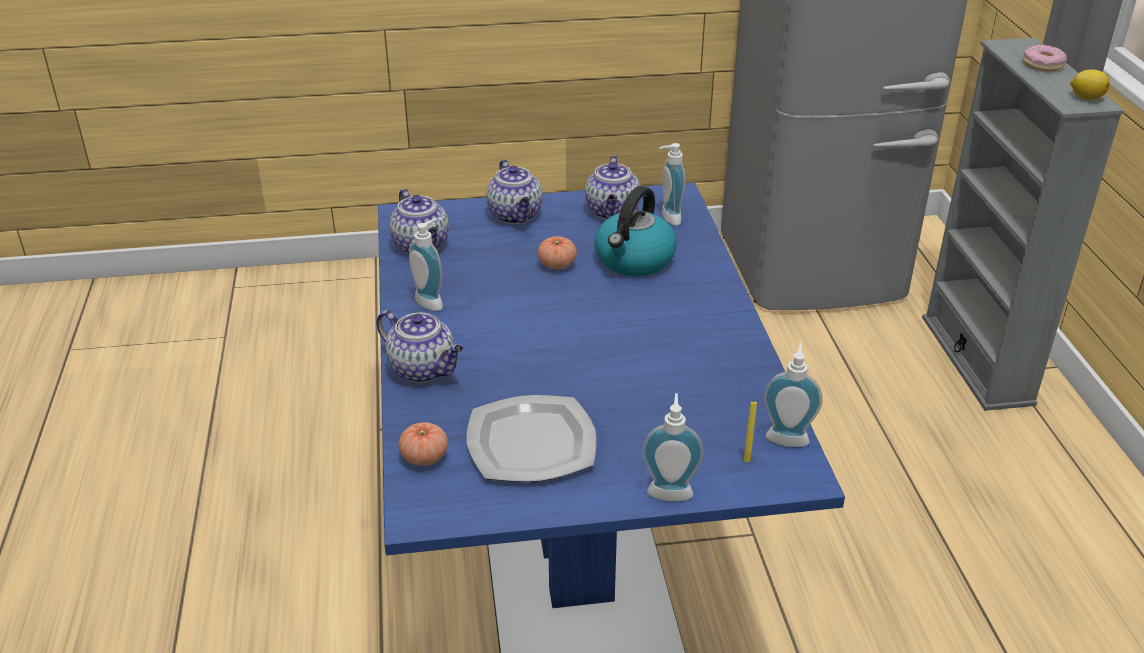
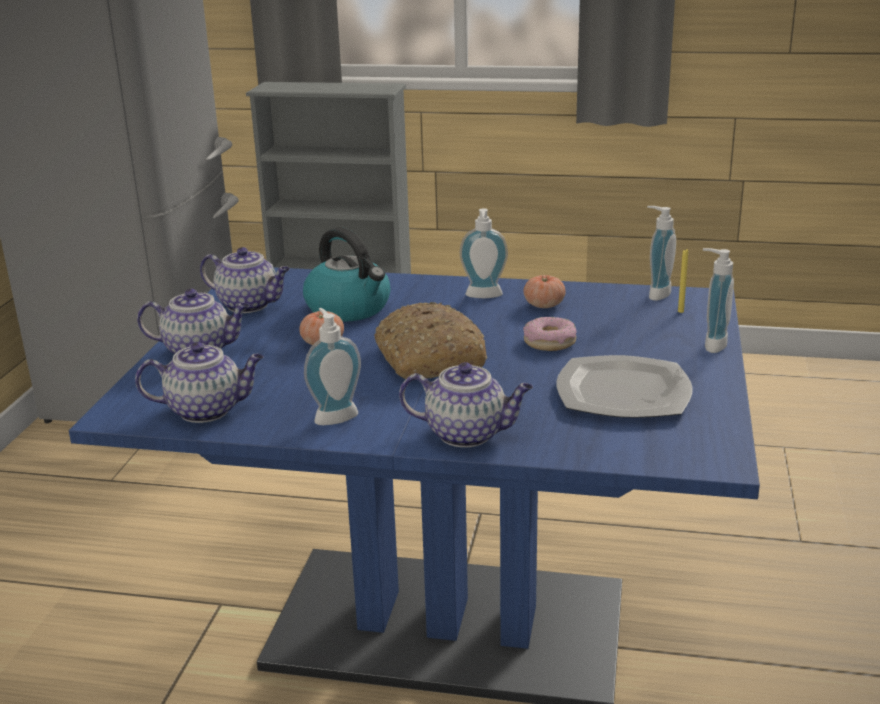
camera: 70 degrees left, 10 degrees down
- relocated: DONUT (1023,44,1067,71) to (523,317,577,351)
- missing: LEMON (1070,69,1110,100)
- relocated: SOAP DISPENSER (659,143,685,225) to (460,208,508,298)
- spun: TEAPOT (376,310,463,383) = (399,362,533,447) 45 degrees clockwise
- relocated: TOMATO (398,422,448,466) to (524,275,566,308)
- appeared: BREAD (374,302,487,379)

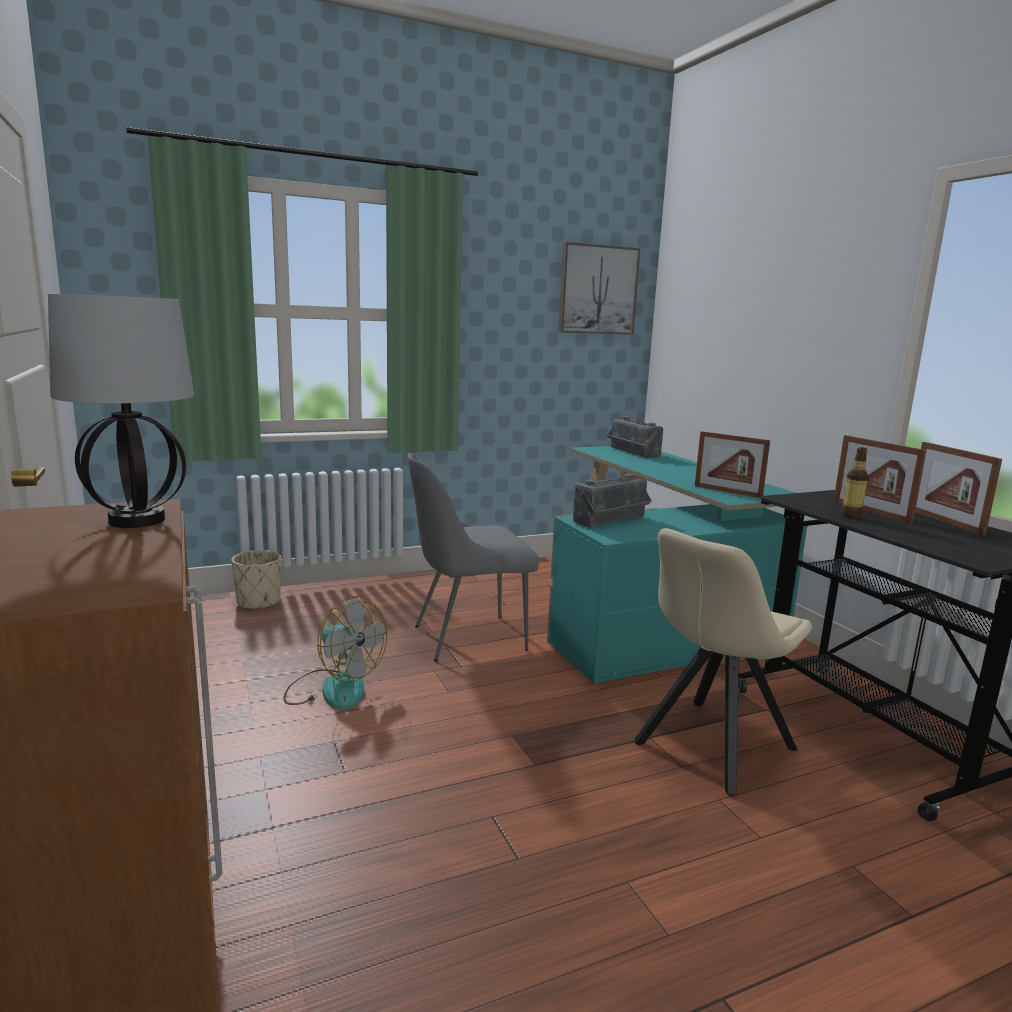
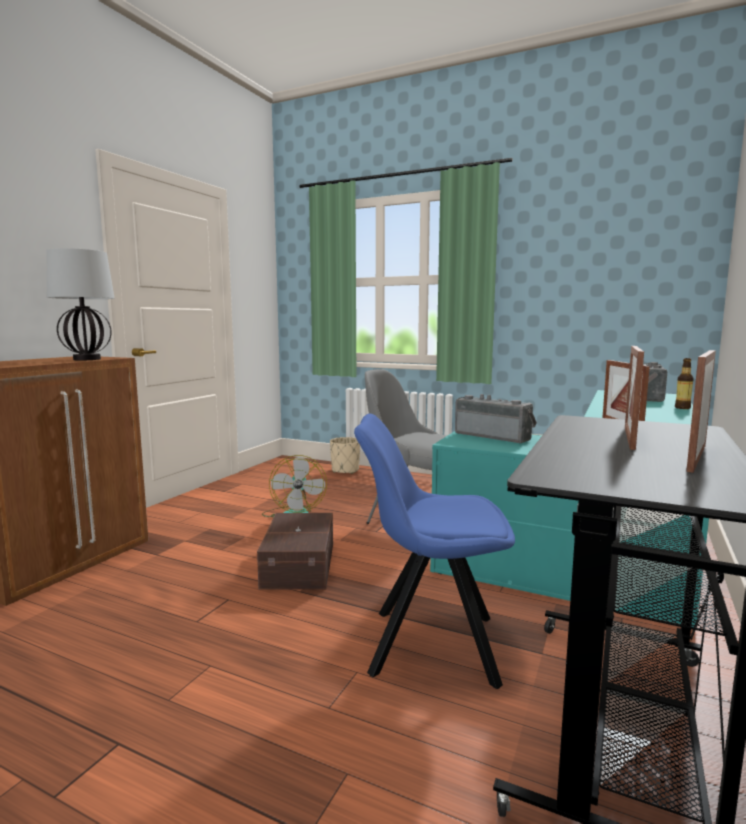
camera: 50 degrees right, 5 degrees down
- missing: PICTURE (559,242,640,335)
- relocated: BOTTLE (841,447,868,519) to (675,358,694,409)
- spun: RADIO (573,474,652,527) = (455,394,537,444) 150 degrees counterclockwise
- colour: BEIGE CHAIR (634,528,812,796) to BLUE CHAIR (354,414,515,689)
- appeared: BROWN STORAGE BOX (257,513,333,590)

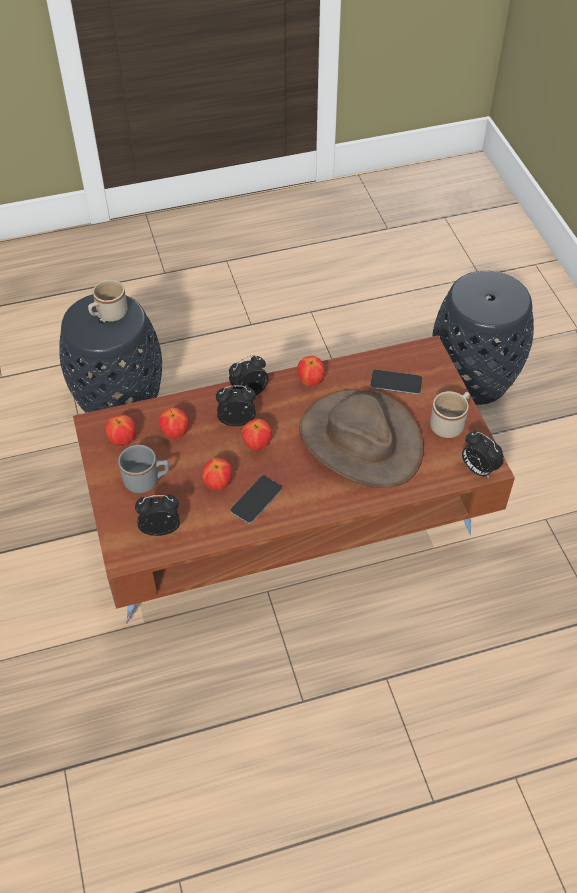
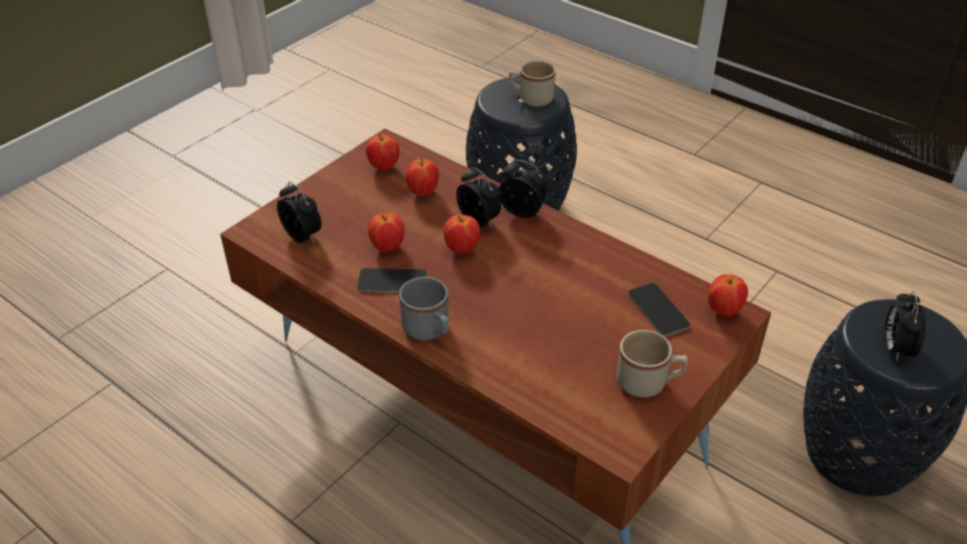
camera: 55 degrees right, 10 degrees down
- relocated: APPLE (297,356,325,386) to (708,274,748,317)
- missing: BROWN HAT (299,389,424,488)
- relocated: ALARM CLOCK (462,431,504,478) to (884,291,926,362)
- relocated: GREY MUG (118,445,169,493) to (399,277,449,340)

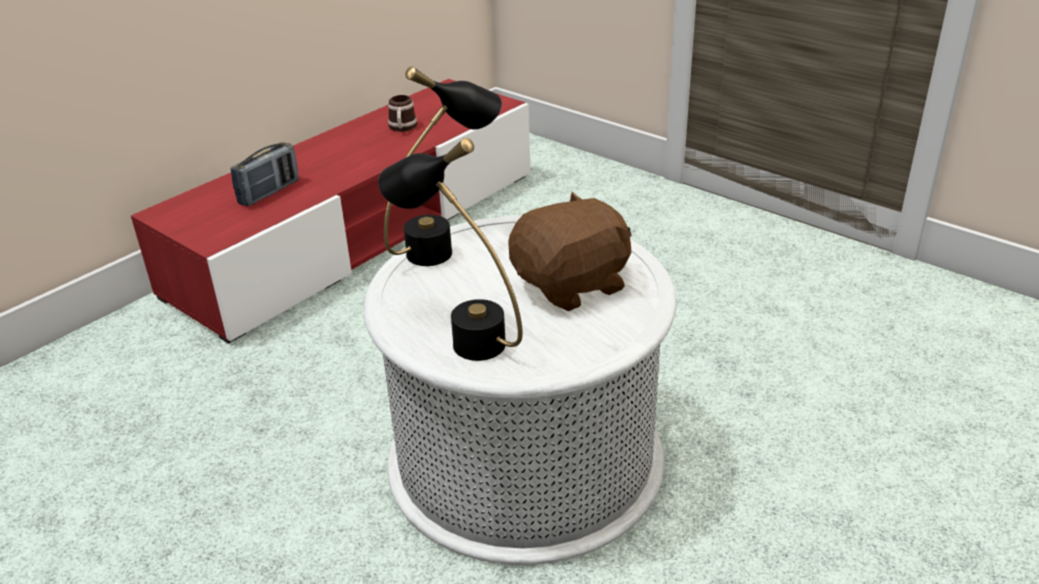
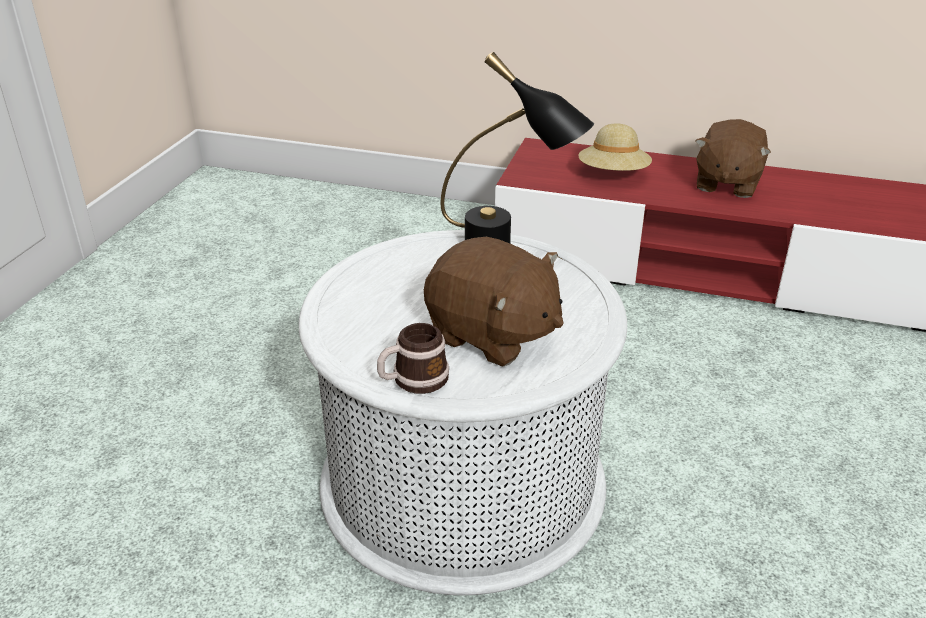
camera: 65 degrees right, 0 degrees up
- relocated: MUG (388,95,417,132) to (377,323,449,394)
- missing: BLACK TABLE LAMP (378,138,523,361)
- exchanged: RADIO (230,142,299,206) to BEIGE HAT (579,123,652,171)
- appeared: BROWN PLUSH TOY (695,119,771,198)

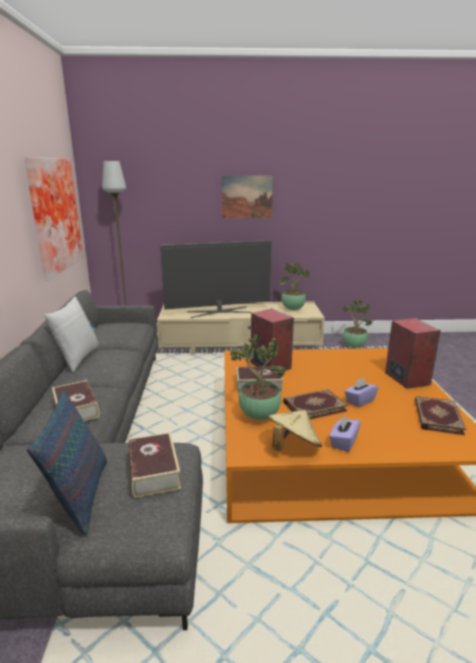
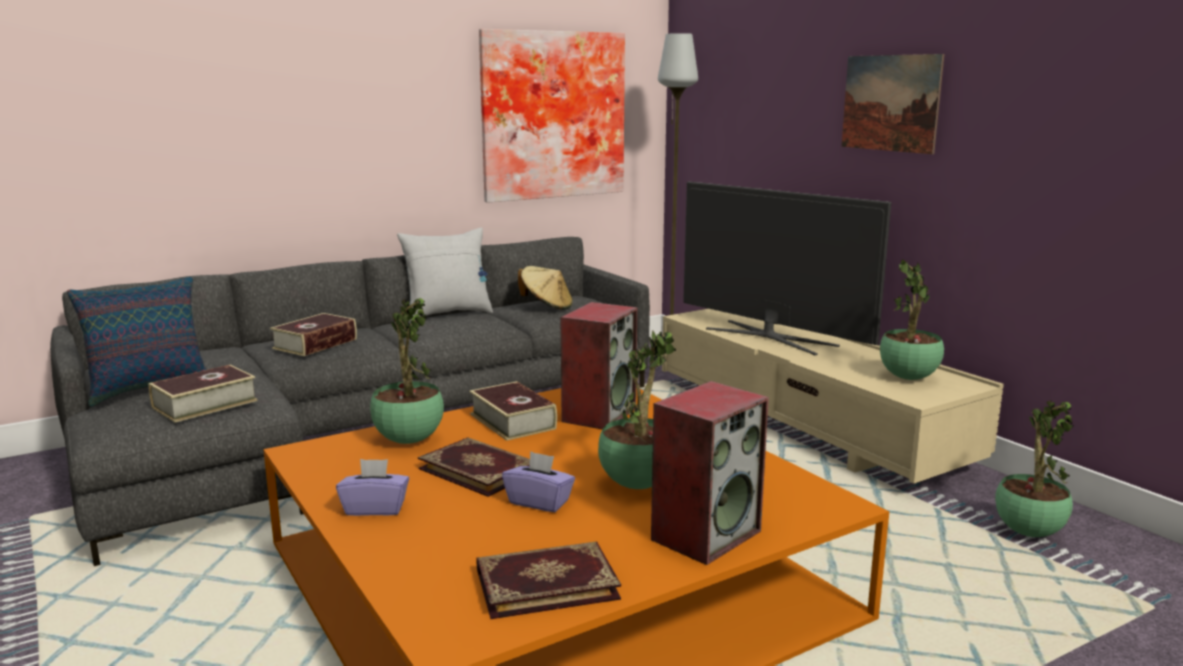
camera: 60 degrees right, 5 degrees down
- relocated: BEIGE HAT (268,410,322,451) to (518,266,573,310)
- appeared: POTTED PLANT (598,331,676,489)

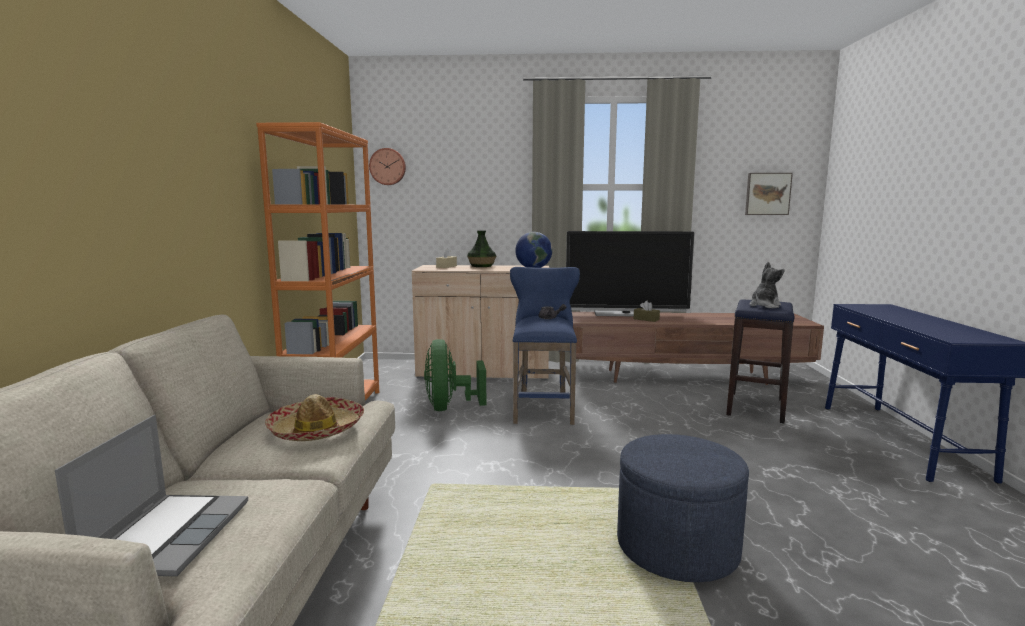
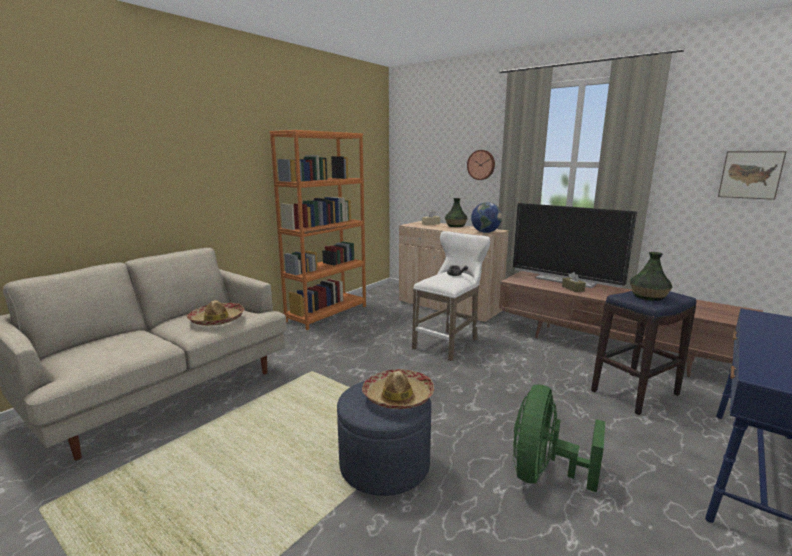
camera: 35 degrees right, 5 degrees up
- relocated: WALL CLOCK (369,148,406,185) to (467,150,495,180)
- exchanged: PLUSH TOY (750,262,785,308) to VASE (630,252,673,301)
- colour: BLUE STOOL (510,267,580,425) to WHITE STOOL (412,231,490,361)
- relocated: GREEN FAN (424,339,486,411) to (513,385,605,492)
- missing: LAPTOP (55,415,248,576)
- appeared: HAT (362,369,434,409)

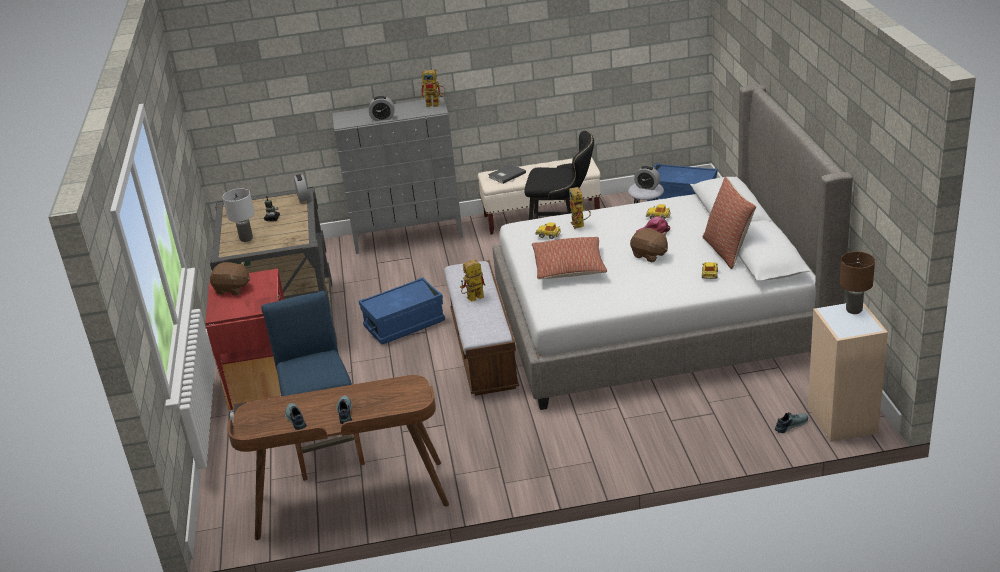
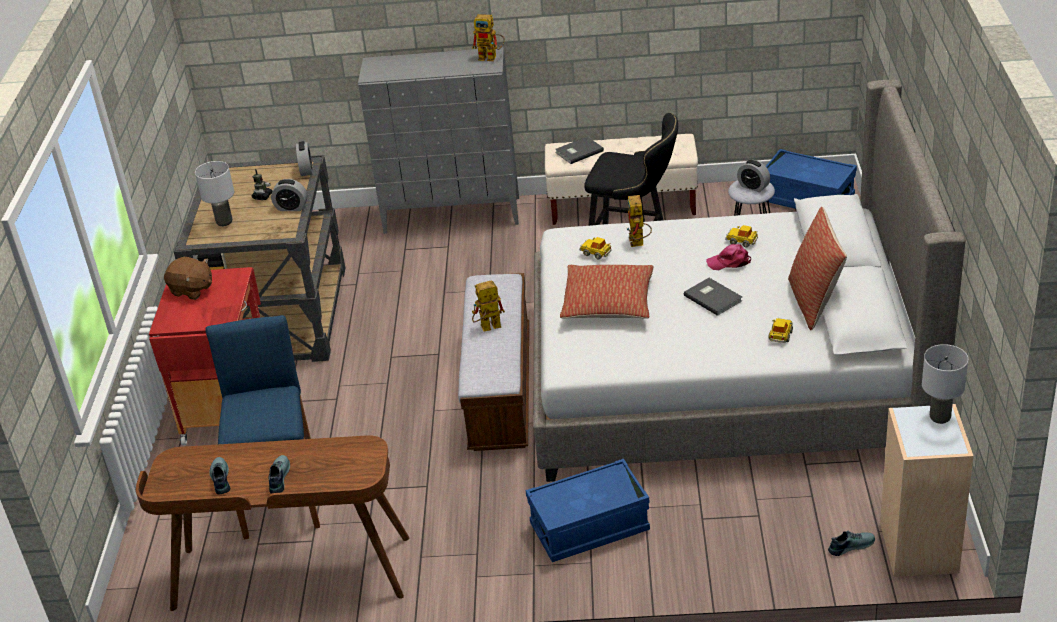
camera: 10 degrees right, 5 degrees up
- relocated: ALARM CLOCK (369,96,394,121) to (271,179,308,211)
- exchanged: BROWN PLUSH TOY (630,228,668,262) to GREY BOOK (684,278,742,316)
- colour: BROWN TABLE LAMP (840,251,875,314) to WHITE TABLE LAMP (922,344,968,424)
- relocated: BLUE STORAGE BOX (359,277,445,345) to (526,459,650,562)

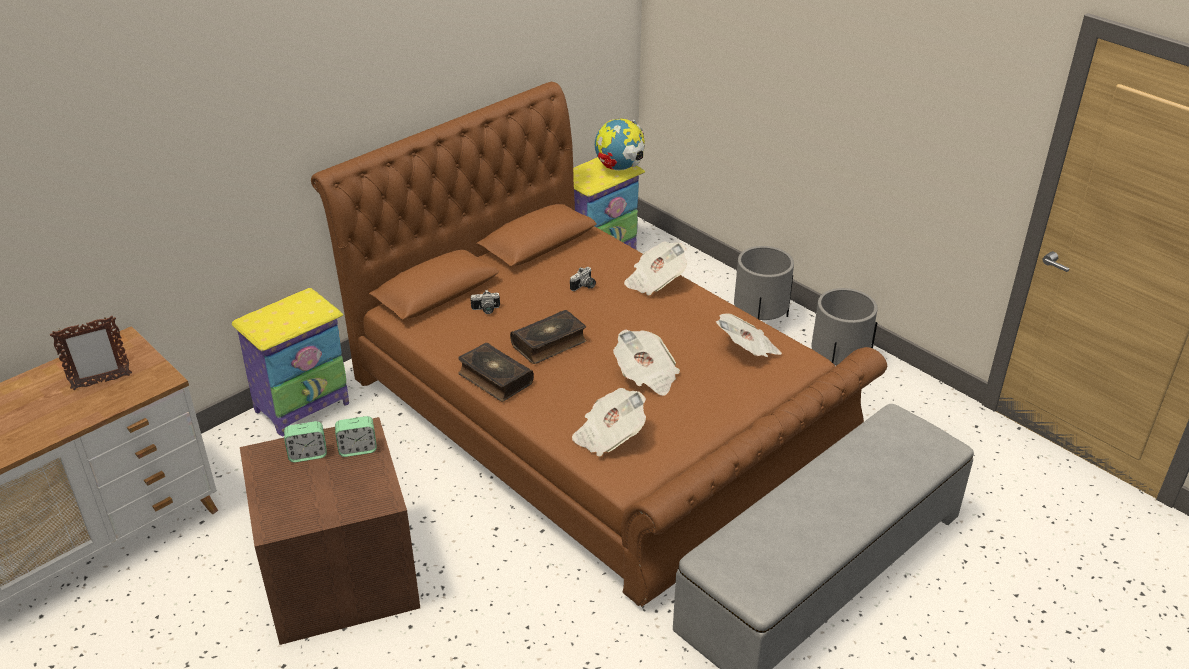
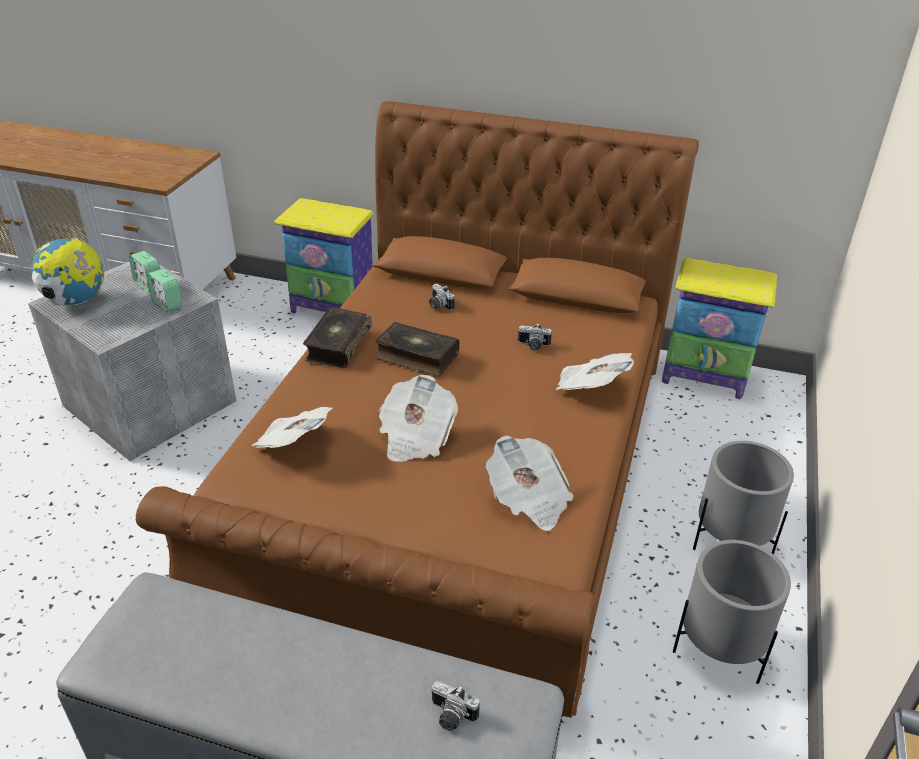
camera: 60 degrees right, 0 degrees up
- relocated: GLOBE (595,119,645,171) to (31,238,104,306)
- missing: PICTURE FRAME (50,316,132,390)
- colour: BROWN STORAGE BOX (240,417,420,645) to GREY STORAGE BOX (28,262,236,461)
- appeared: PHOTO CAMERA (431,681,480,731)

